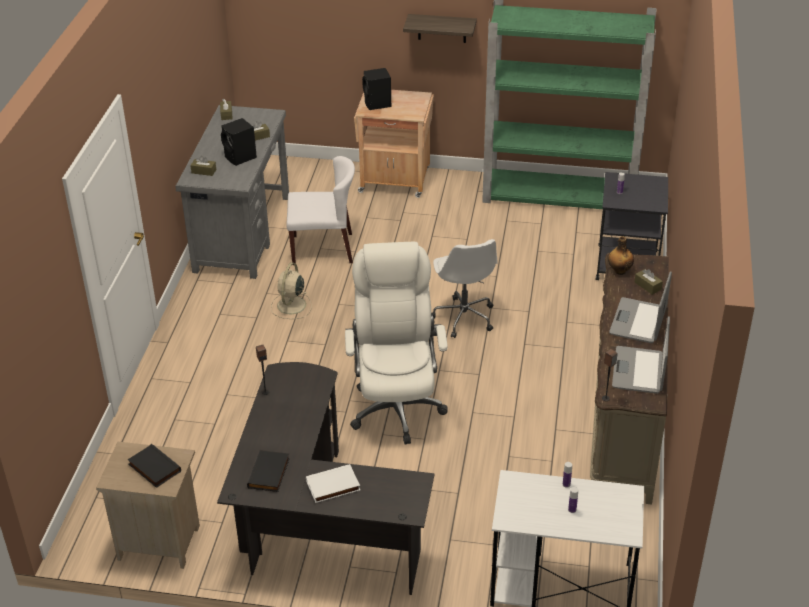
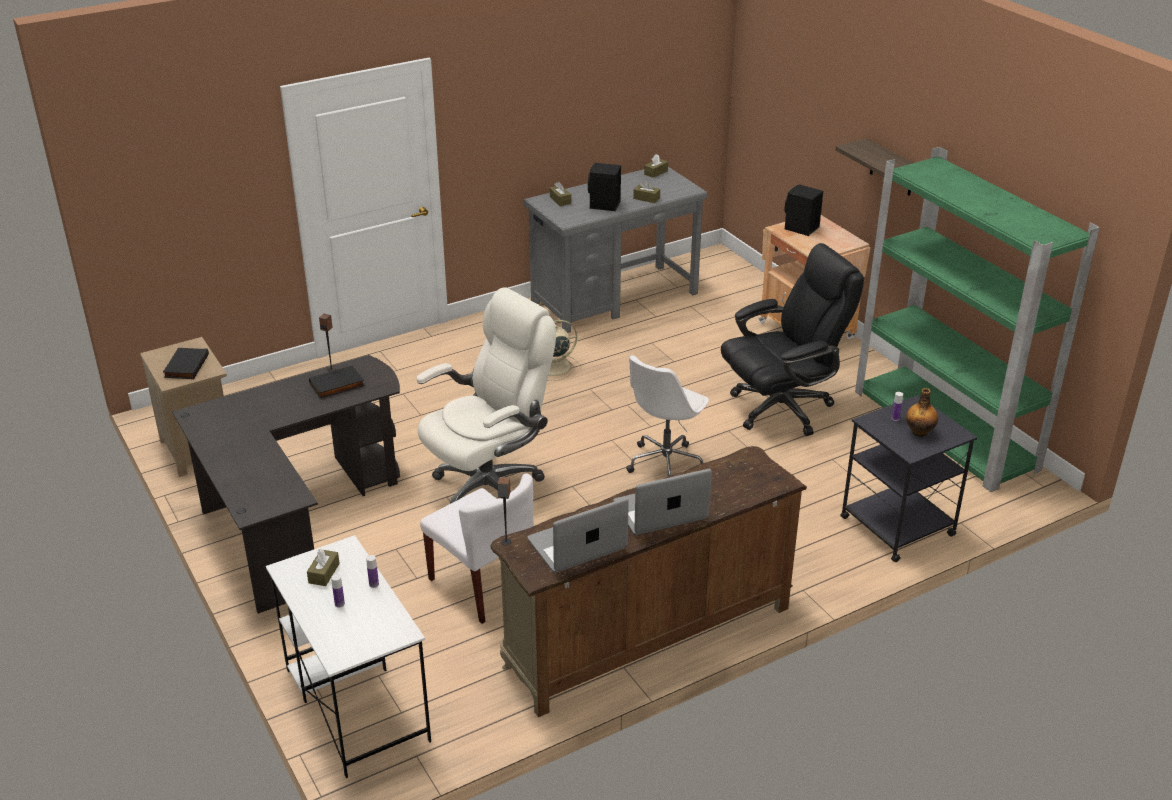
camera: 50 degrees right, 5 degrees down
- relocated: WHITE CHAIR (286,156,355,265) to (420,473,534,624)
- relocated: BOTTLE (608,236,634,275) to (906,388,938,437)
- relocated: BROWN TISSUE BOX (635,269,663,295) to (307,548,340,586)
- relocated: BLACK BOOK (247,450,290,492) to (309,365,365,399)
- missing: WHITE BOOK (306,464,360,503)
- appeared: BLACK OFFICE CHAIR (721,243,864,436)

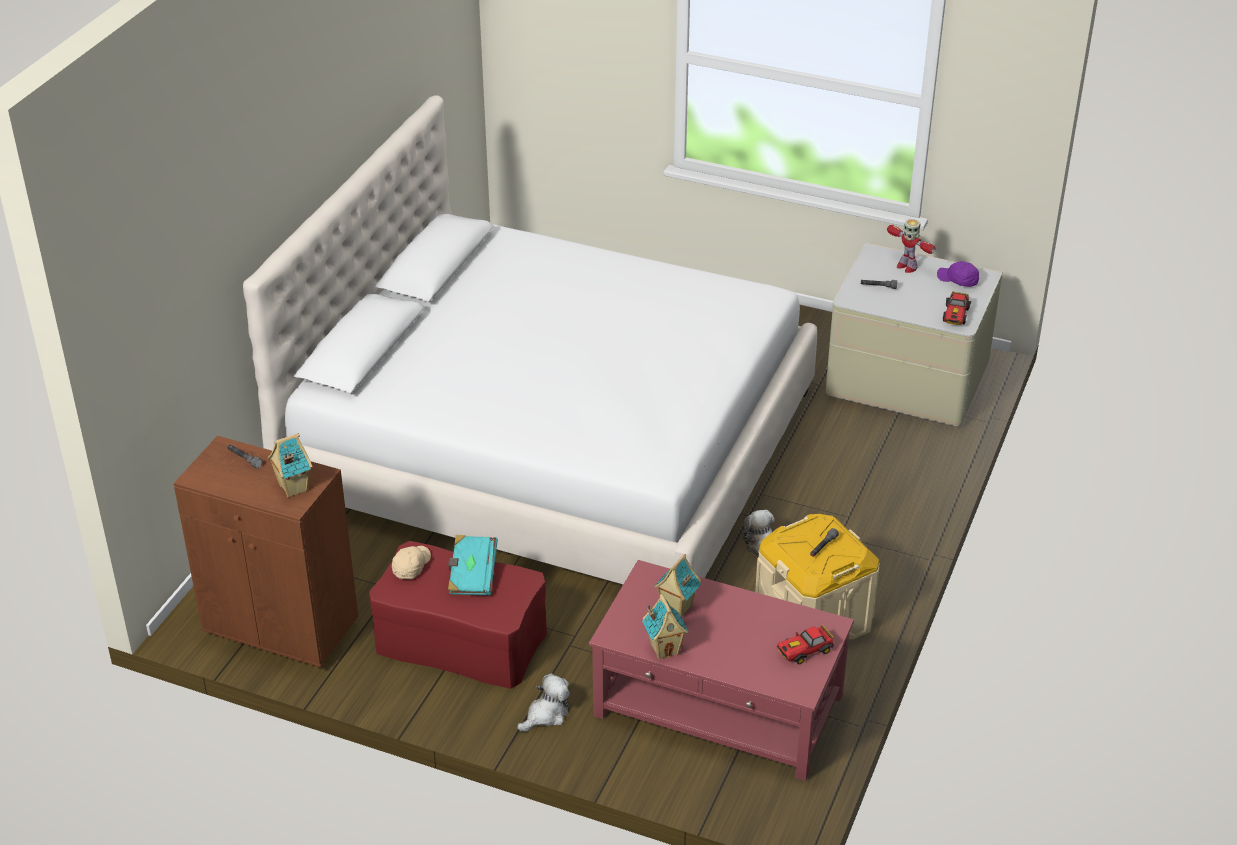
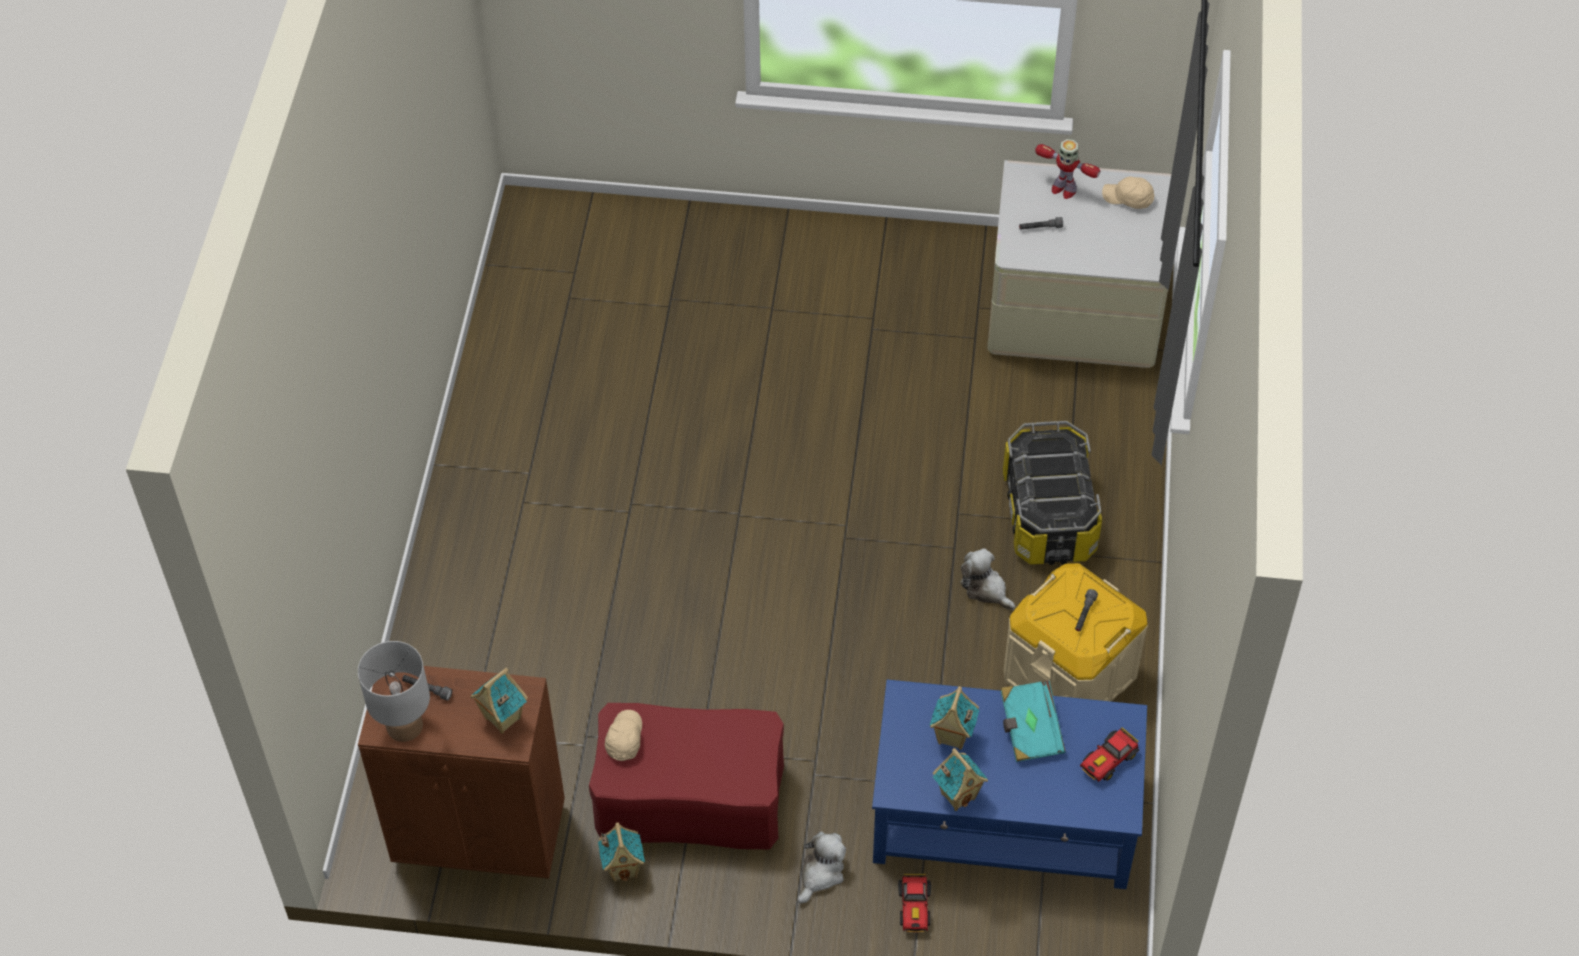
camera: 15 degrees left, 15 degrees up
- missing: WHITE BED (243,95,817,584)
- colour: PURPLE CAP (937,261,979,287) to BEIGE CAP (1102,176,1154,209)
- relocated: TOY CAR (943,292,971,325) to (898,874,931,932)
- relocated: TURQUOISE BOOK (448,535,498,596) to (1000,680,1066,762)
- colour: RED COFFEE TABLE (589,560,854,781) to BLUE COFFEE TABLE (872,679,1147,889)
- appeared: STORAGE BOX (1003,421,1102,565)
- appeared: GREY TABLE LAMP (358,641,430,742)
- appeared: TOY HOUSE (598,822,645,882)

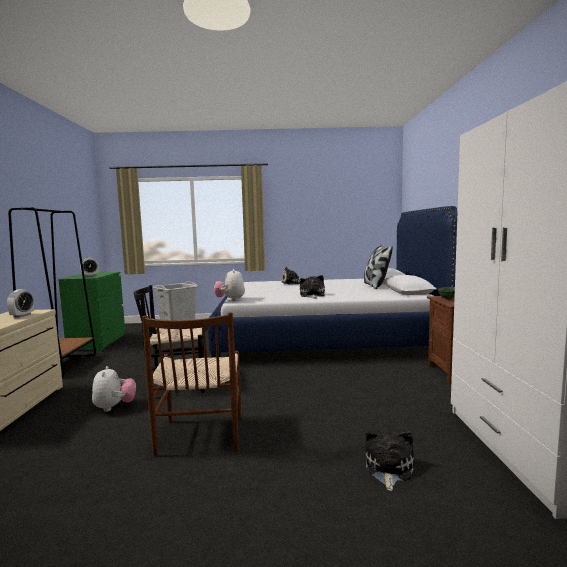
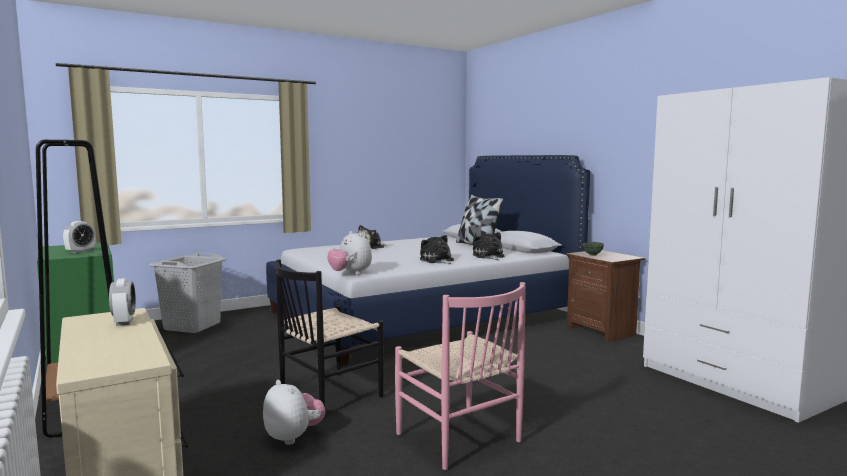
camera: 30 degrees left, 0 degrees up
- colour: BROWN CHAIR (142,312,241,457) to PINK CHAIR (395,282,526,470)
- relocated: PLUSH TOY (365,428,414,491) to (473,232,505,260)

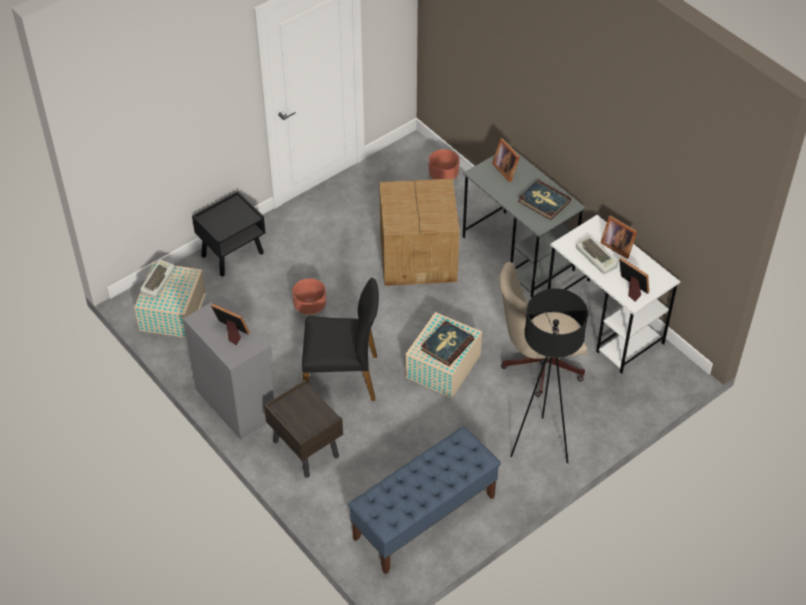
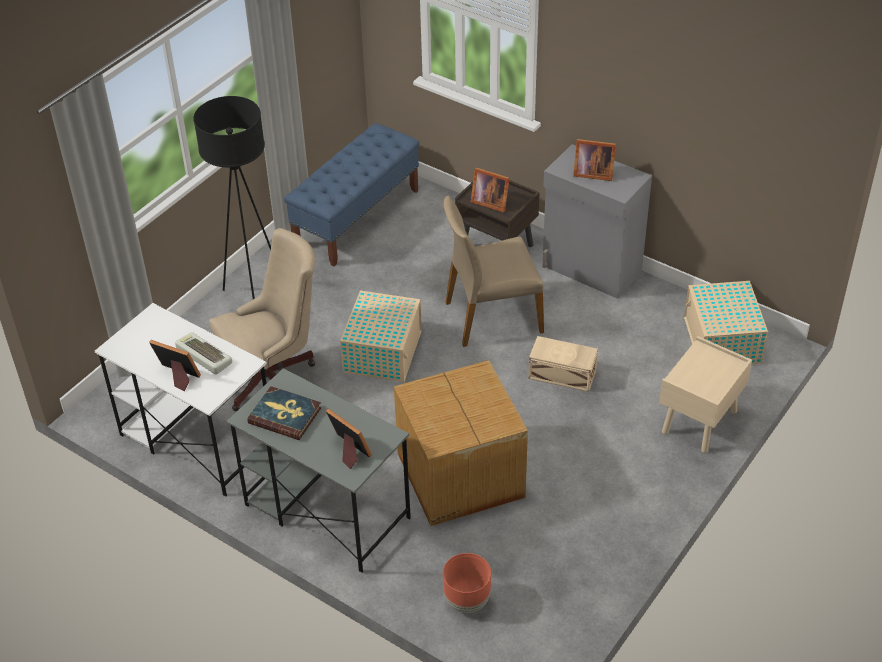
camera: 165 degrees right, 5 degrees down
- colour: BLACK NIGHTSTAND (192,191,265,277) to BEIGE NIGHTSTAND (659,336,752,453)
- relocated: PICTURE FRAME (619,257,649,301) to (471,168,510,213)
- missing: KEYBOARD (140,259,175,298)
- exchanged: BROWN PLANTER (292,278,326,319) to BEIGE STORAGE BOX (528,336,598,392)
- colour: BLACK CHAIR (302,278,379,401) to BEIGE CHAIR (444,196,544,347)
- missing: BOOK (421,321,474,366)

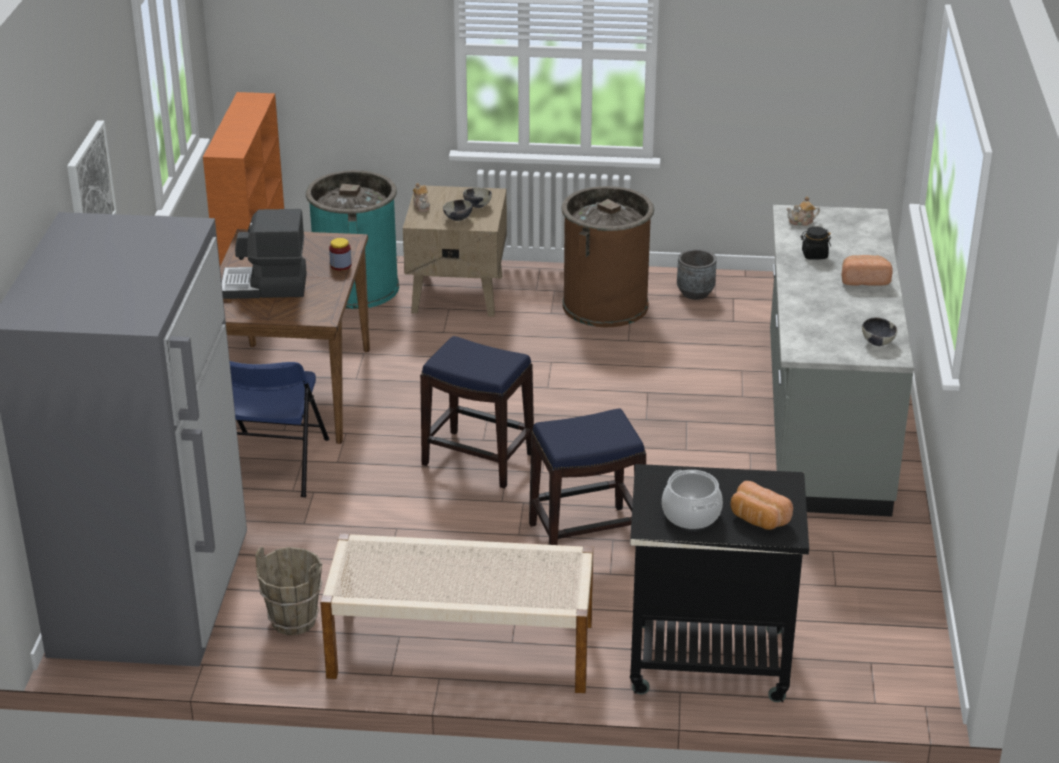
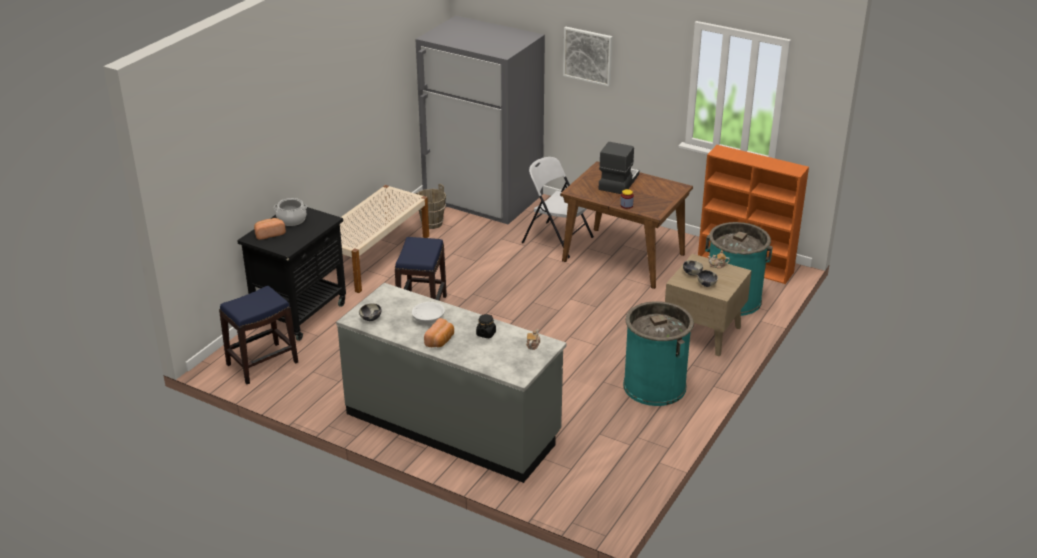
camera: 115 degrees right, 0 degrees up
- colour: BROWN TRASH CAN (561,186,654,327) to TURQUOISE TRASH CAN (623,301,694,406)
- missing: GREY PLANTER (677,249,717,300)
- relocated: STOOL (420,336,534,488) to (219,286,298,384)
- colour: BLUE CHAIR (230,361,330,497) to WHITE CHAIR (522,157,594,259)
- appeared: WHITE BOWL (412,302,445,324)

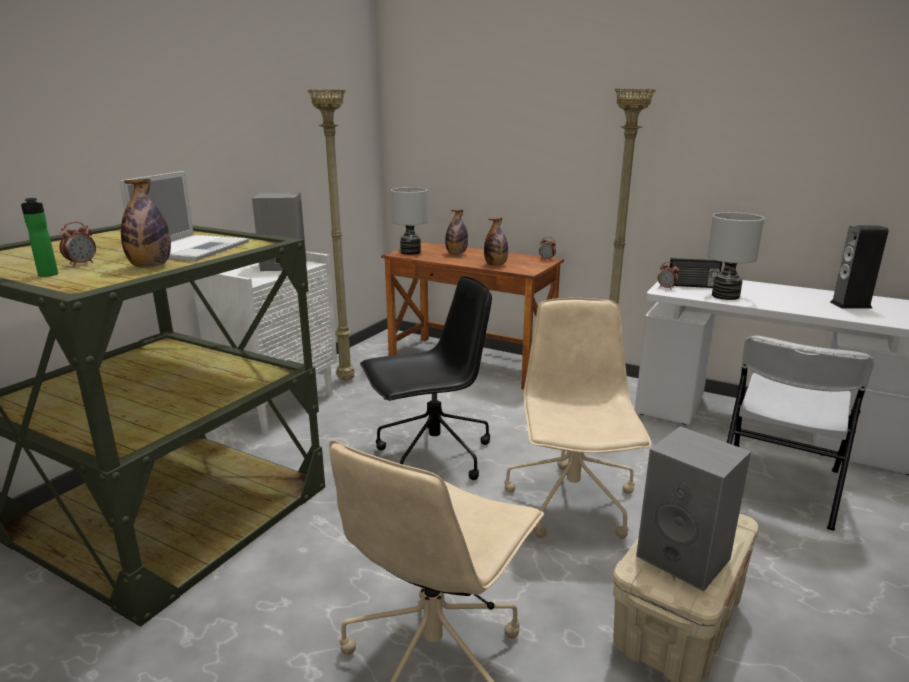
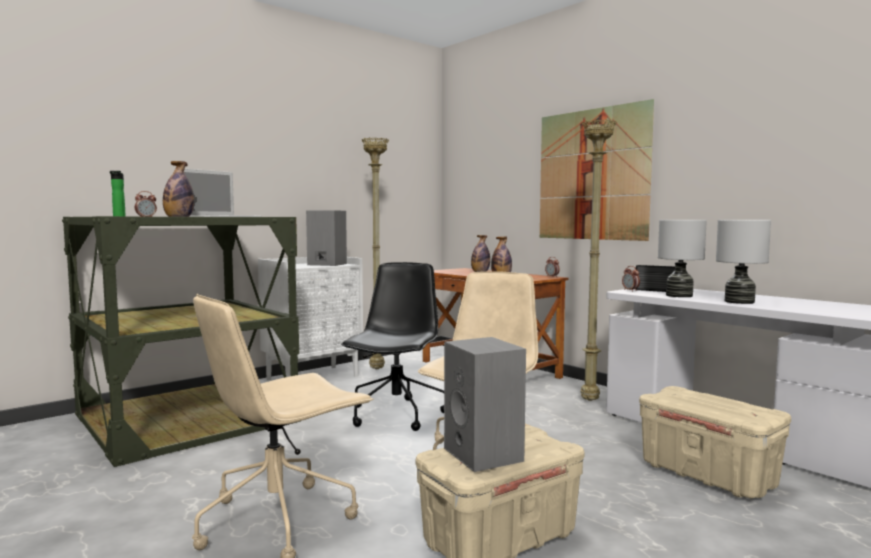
camera: 20 degrees right, 15 degrees down
- relocated: GREY TABLE LAMP (391,187,428,255) to (716,220,771,304)
- missing: SPEAKER (830,226,889,308)
- spun: BLACK OFFICE CHAIR (360,276,492,480) = (341,262,444,431) 75 degrees counterclockwise
- exchanged: WHITE CHAIR (727,336,874,531) to BEIGE STORAGE BOX (639,386,791,498)
- appeared: PICTURE (540,99,654,241)

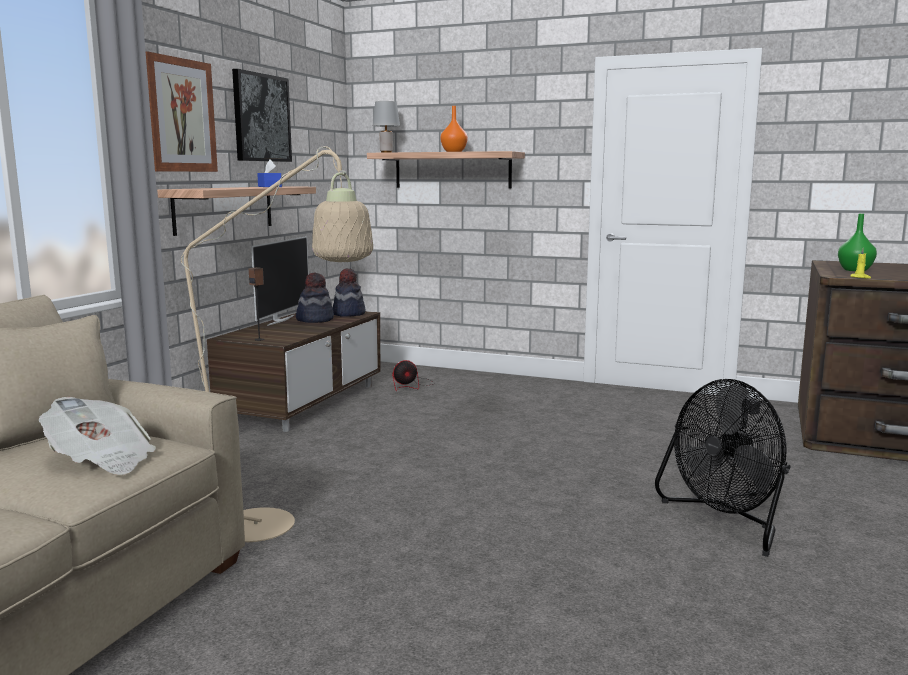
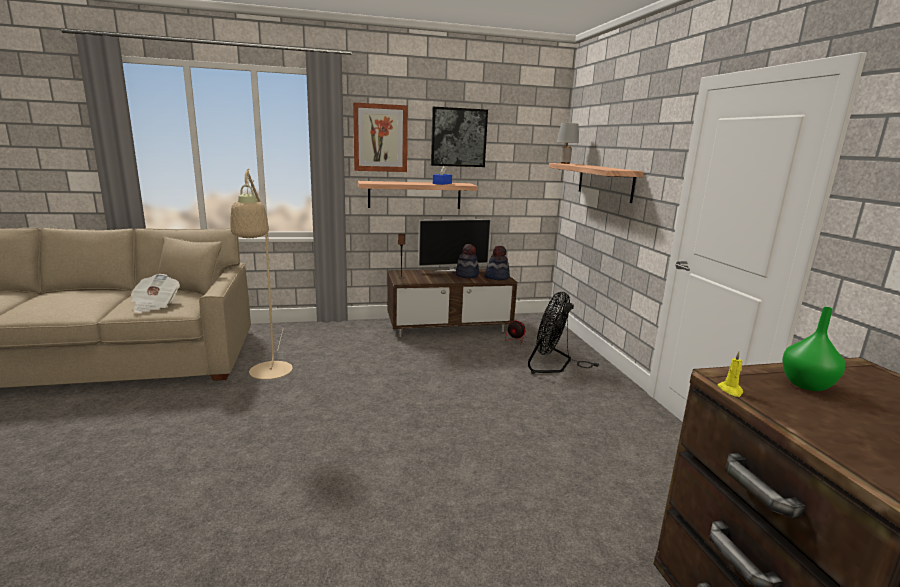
camera: 55 degrees right, 5 degrees up
- missing: ORANGE VASE (440,106,468,152)
- relocated: BLACK FAN (655,379,791,557) to (528,292,599,374)

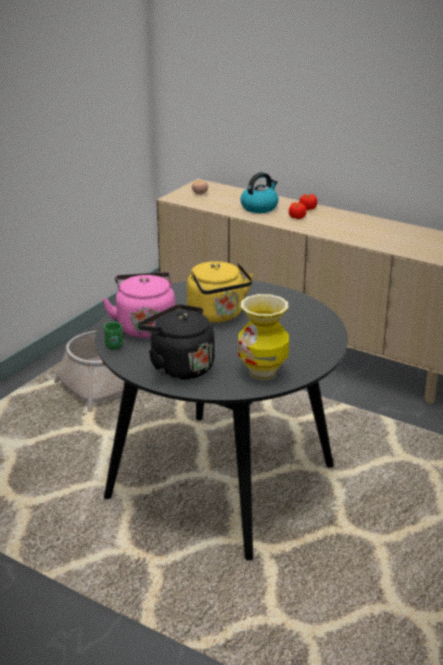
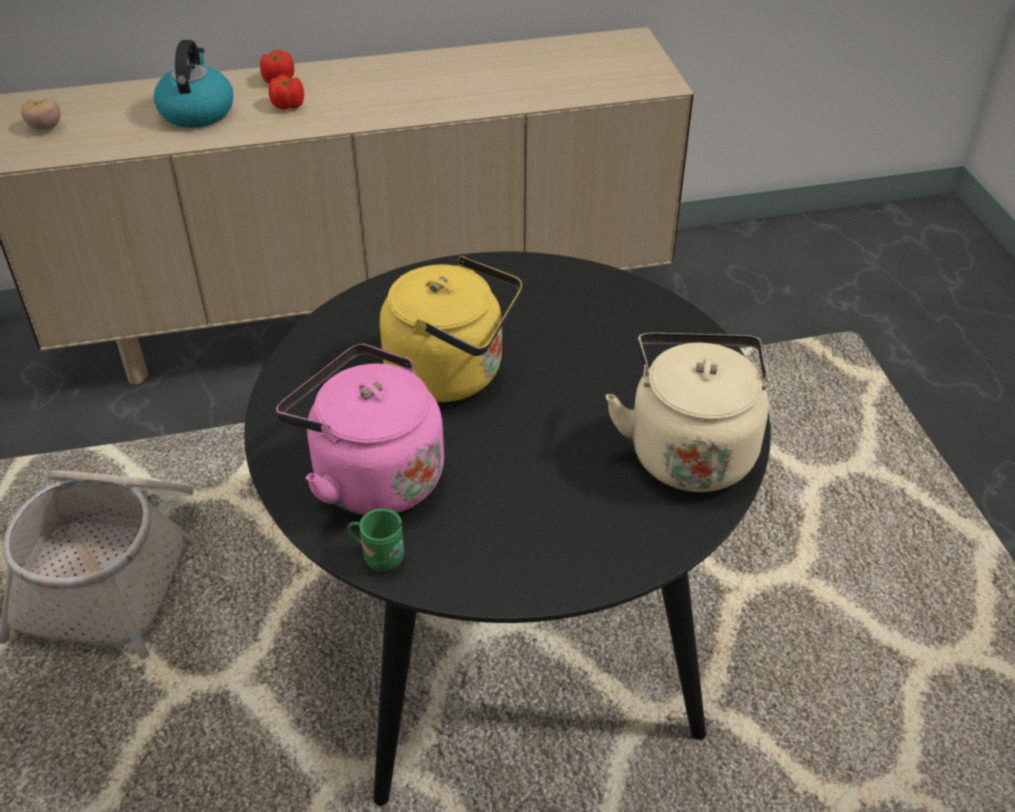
camera: 45 degrees left, 15 degrees up
- exchanged: VASE (238,294,289,380) to BEIGE KETTLE (606,333,769,492)
- missing: BLACK KETTLE (138,304,215,380)

